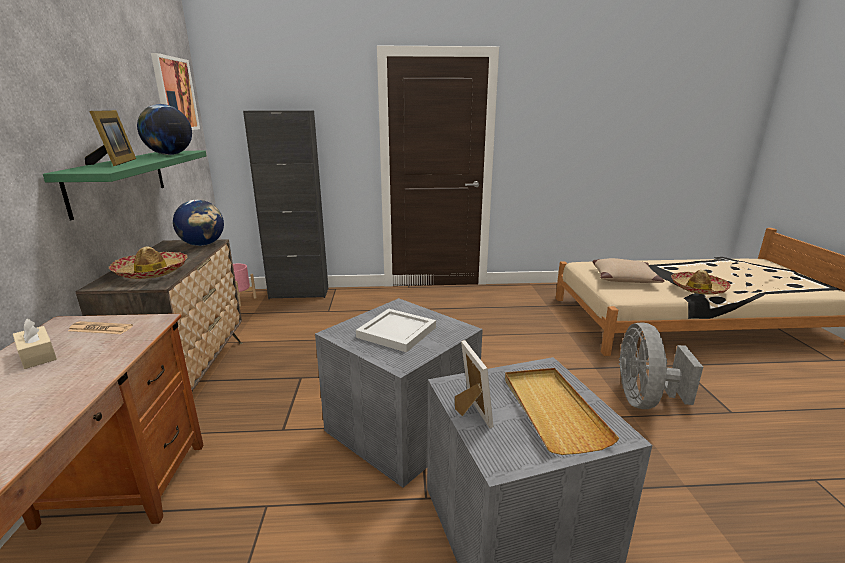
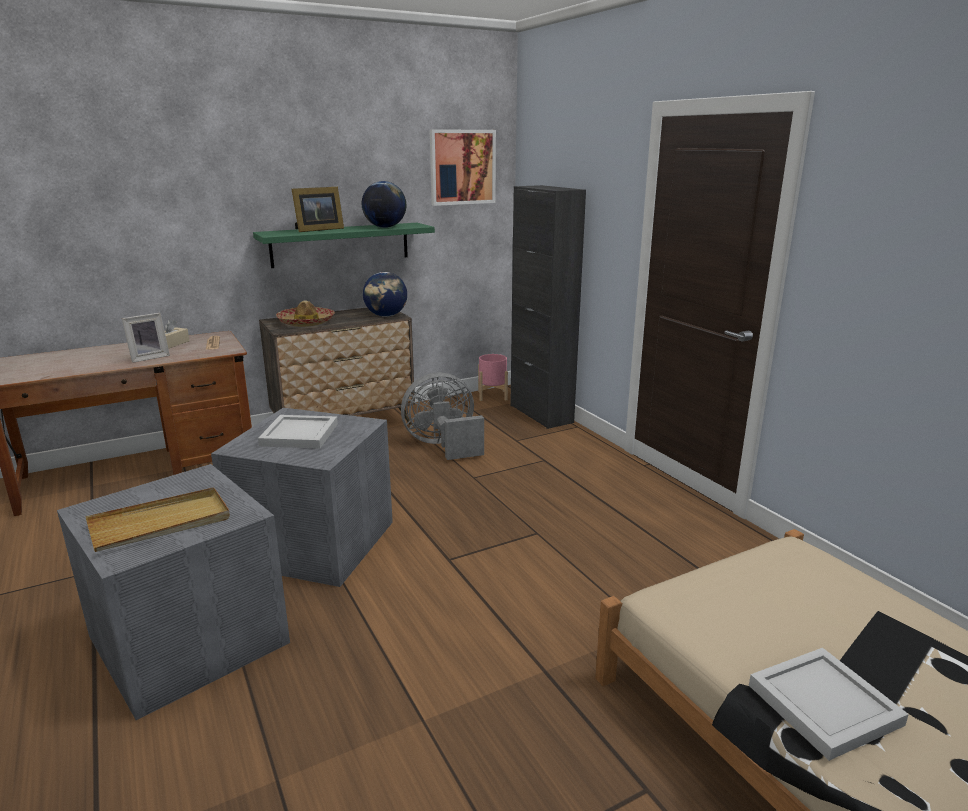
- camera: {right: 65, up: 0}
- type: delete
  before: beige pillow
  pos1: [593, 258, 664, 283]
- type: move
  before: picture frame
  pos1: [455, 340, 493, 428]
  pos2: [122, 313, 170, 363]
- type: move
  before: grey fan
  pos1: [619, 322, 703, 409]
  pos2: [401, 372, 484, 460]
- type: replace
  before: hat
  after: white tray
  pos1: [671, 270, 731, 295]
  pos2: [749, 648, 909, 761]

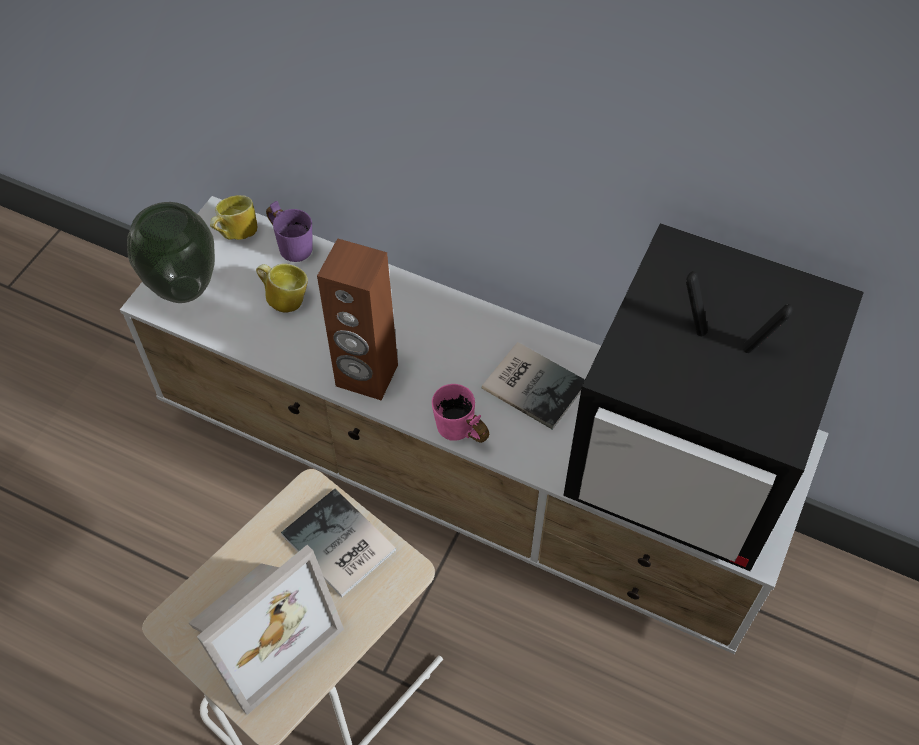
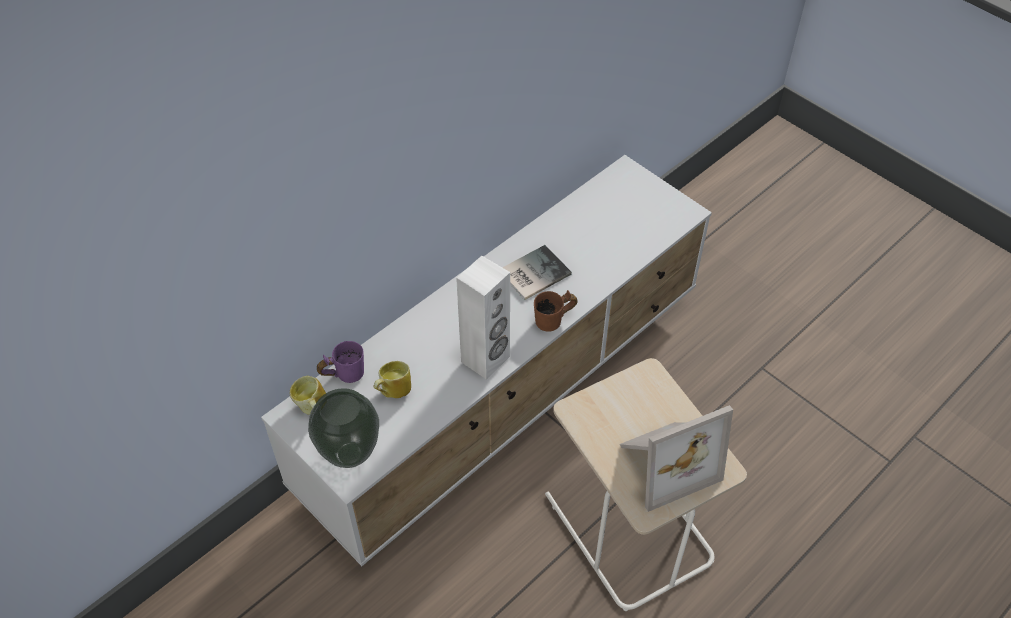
- camera: {right: -70, up: -5}
- type: delete
  before: book
  pos1: [281, 488, 397, 597]
- type: delete
  before: television
  pos1: [563, 223, 864, 571]
- type: recolor
  before: brown speaker
  after: white speaker
  pos1: [317, 238, 398, 400]
  pos2: [456, 256, 510, 380]
- type: recolor
  before: pink mug
  after: brown mug
  pos1: [432, 384, 489, 443]
  pos2: [534, 290, 577, 332]
- type: rotate
  before: picture frame
  pos1: [189, 545, 344, 715]
  pos2: [619, 405, 733, 512]
  turn: 90

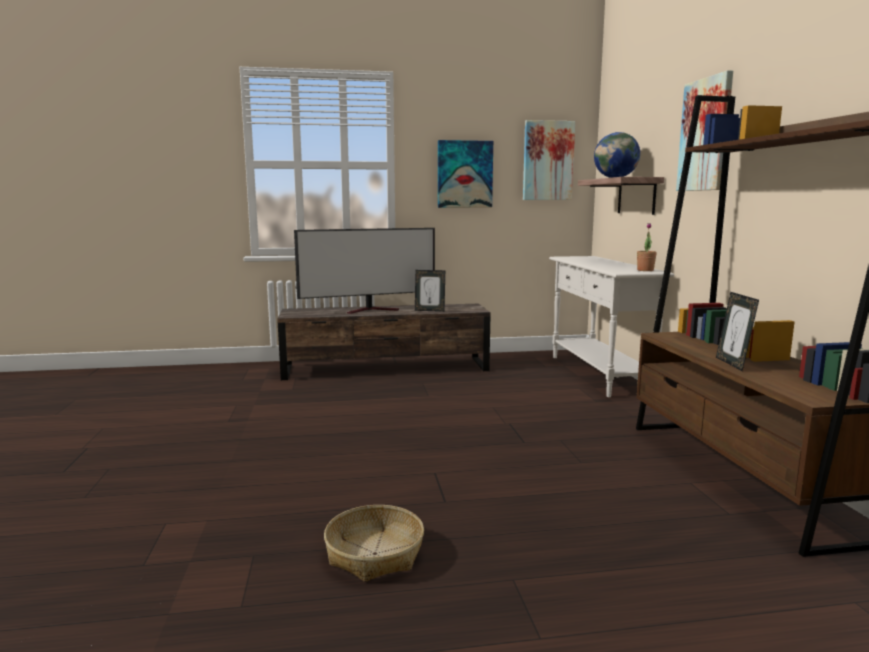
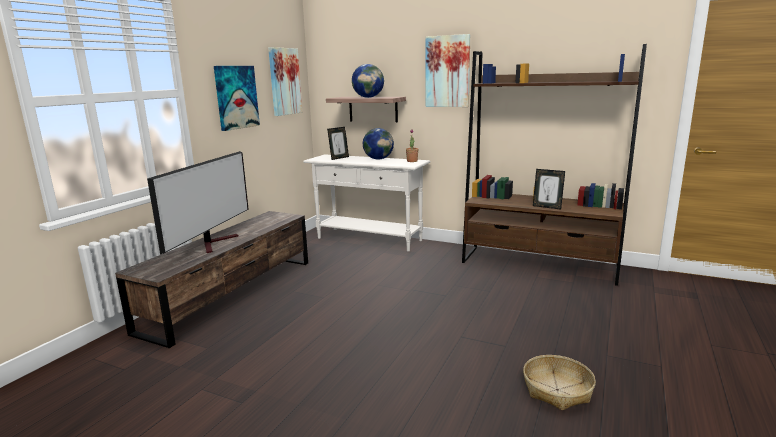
- camera: {right: -55, up: 5}
- type: insert
  after: globe
  pos2: [363, 128, 394, 159]
- type: move
  before: picture frame
  pos1: [415, 270, 445, 312]
  pos2: [327, 127, 349, 160]

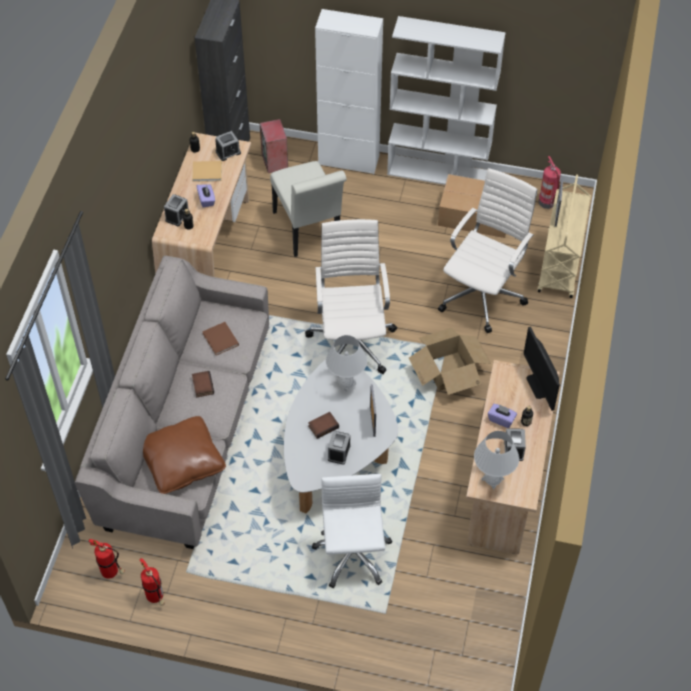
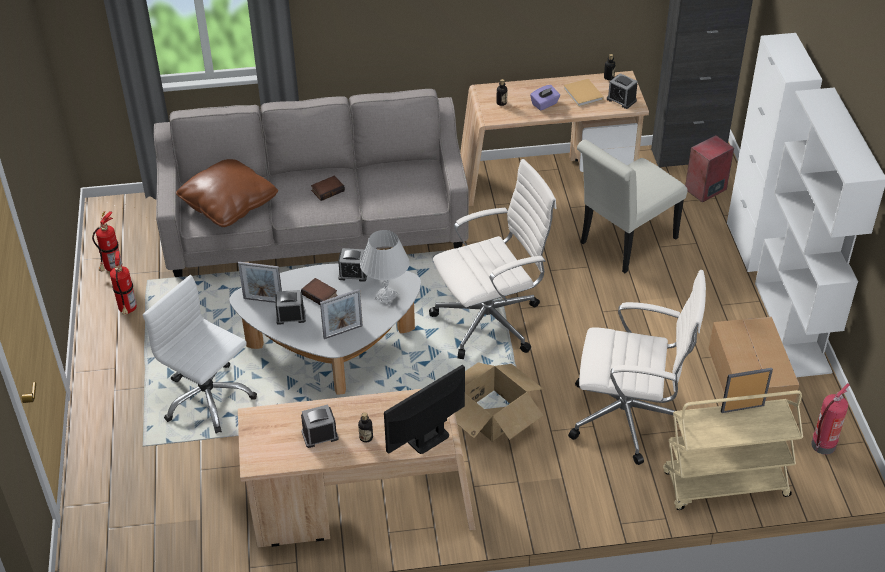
- camera: {right: 70, up: -10}
- type: delete
  before: brown book
  pos1: [202, 322, 239, 355]
- type: delete
  before: white table lamp
  pos1: [474, 431, 519, 489]
- type: delete
  before: purple tissue box
  pos1: [488, 404, 517, 428]
- type: insert
  after: picture frame
  pos2: [238, 262, 282, 303]
- type: move
  before: fire extinguisher
  pos1: [88, 539, 125, 579]
  pos2: [110, 251, 137, 315]
- type: move
  before: alarm clock
  pos1: [164, 194, 189, 226]
  pos2: [338, 248, 367, 282]
- type: rotate
  before: white office chair
  pos1: [312, 474, 392, 588]
  pos2: [143, 275, 257, 434]
  turn: -120

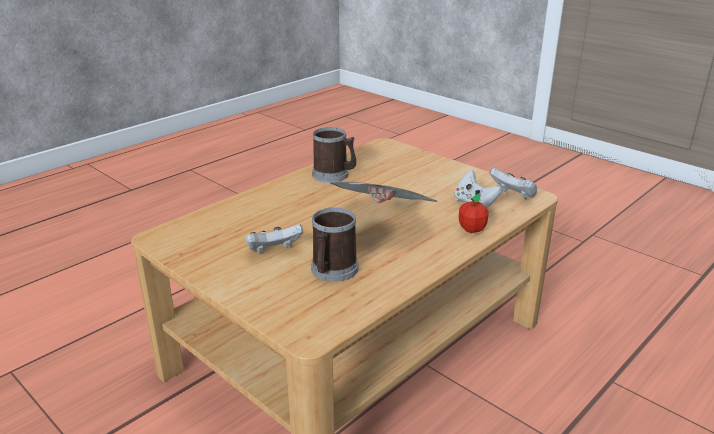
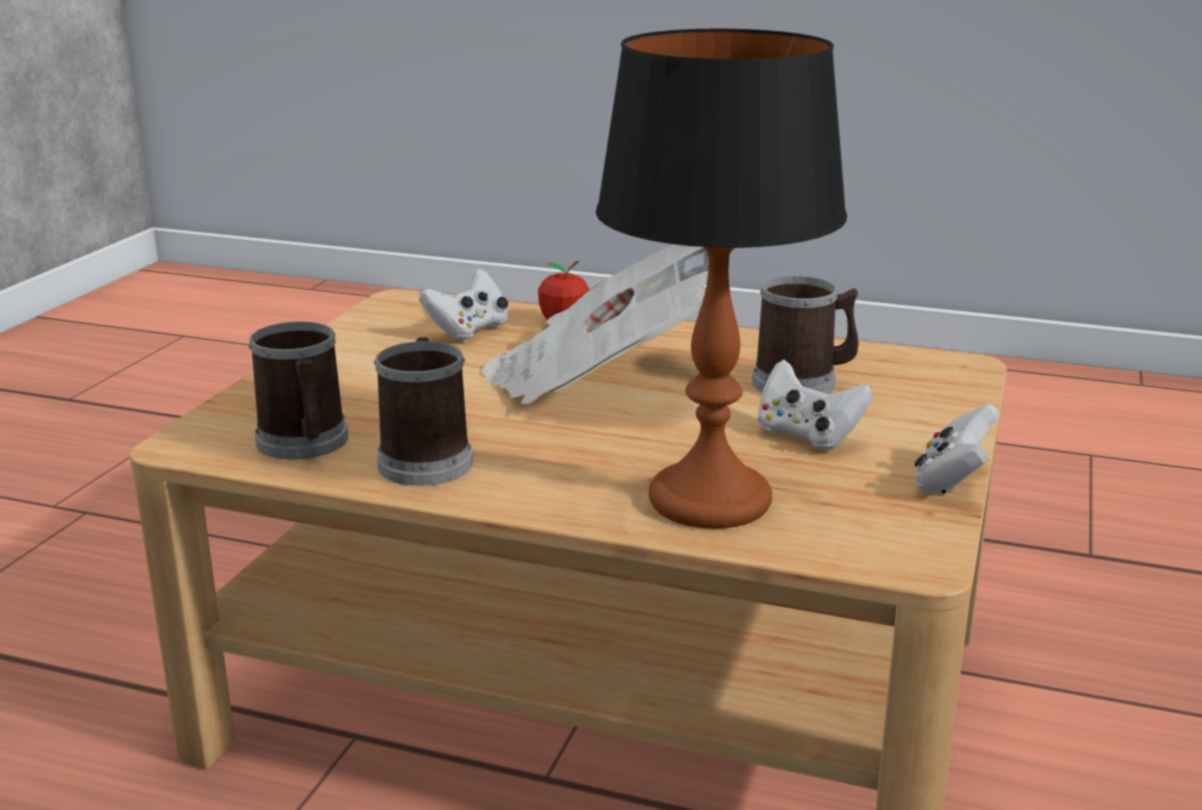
- camera: {right: -115, up: -5}
- type: insert
  after: mug
  pos2: [248, 322, 348, 460]
- type: insert
  after: table lamp
  pos2: [596, 29, 847, 529]
- type: move
  before: white game controller
  pos1: [490, 168, 537, 199]
  pos2: [915, 404, 999, 494]

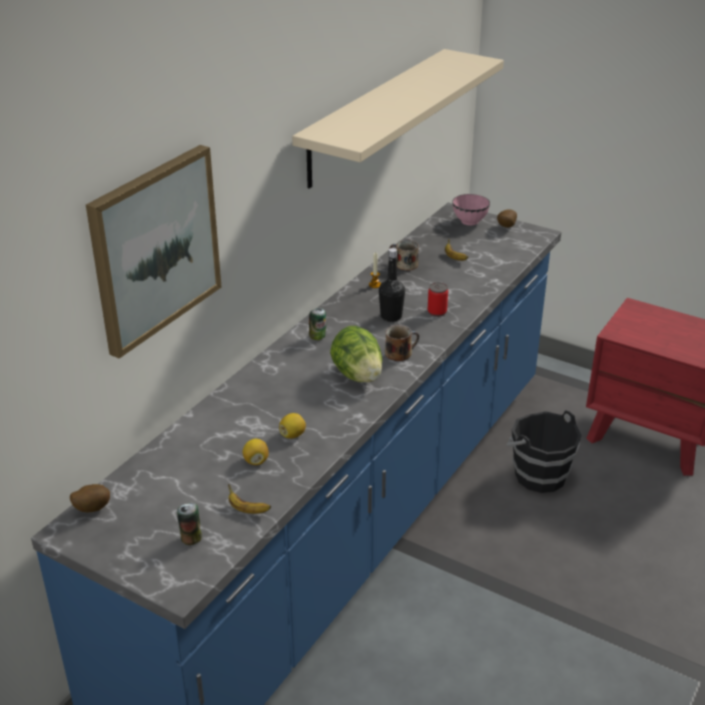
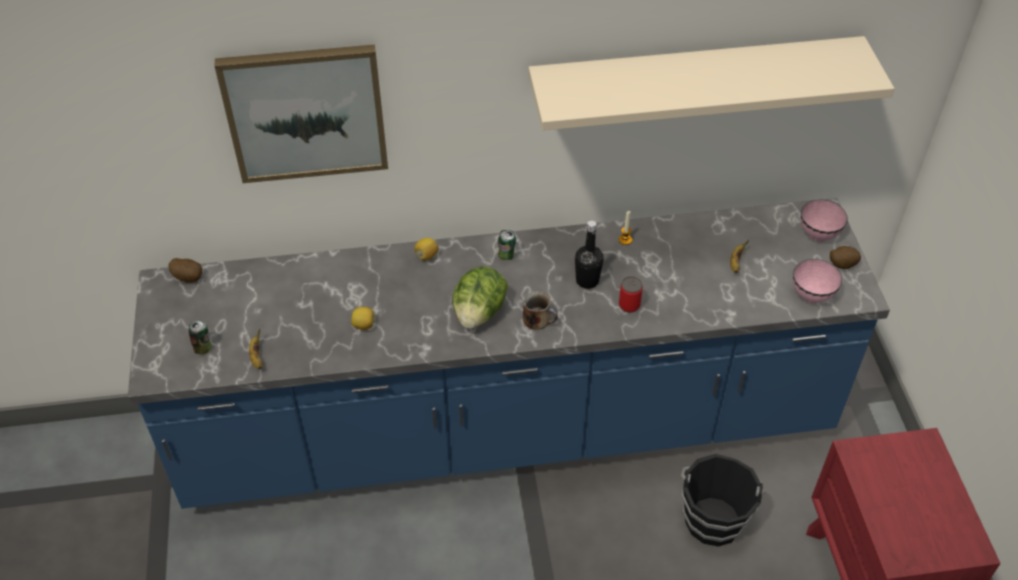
- camera: {right: 50, up: 15}
- type: delete
  before: mug
  pos1: [389, 239, 419, 271]
- type: insert
  after: pink bowl
  pos2: [793, 259, 842, 303]
- type: move
  before: lemon
  pos1: [243, 439, 269, 465]
  pos2: [414, 238, 438, 260]

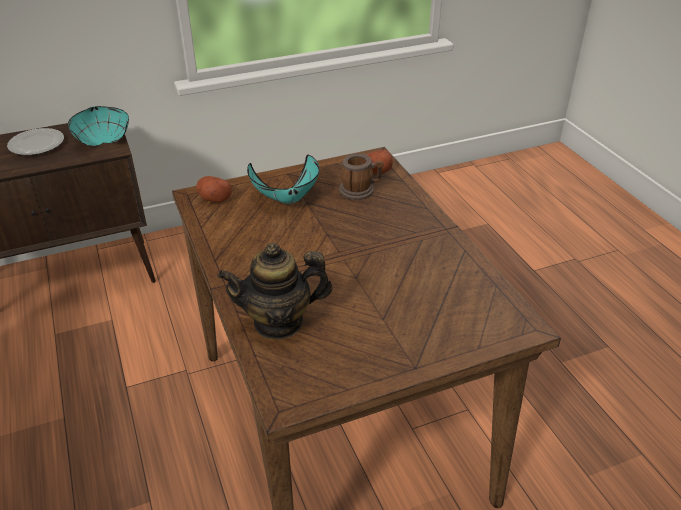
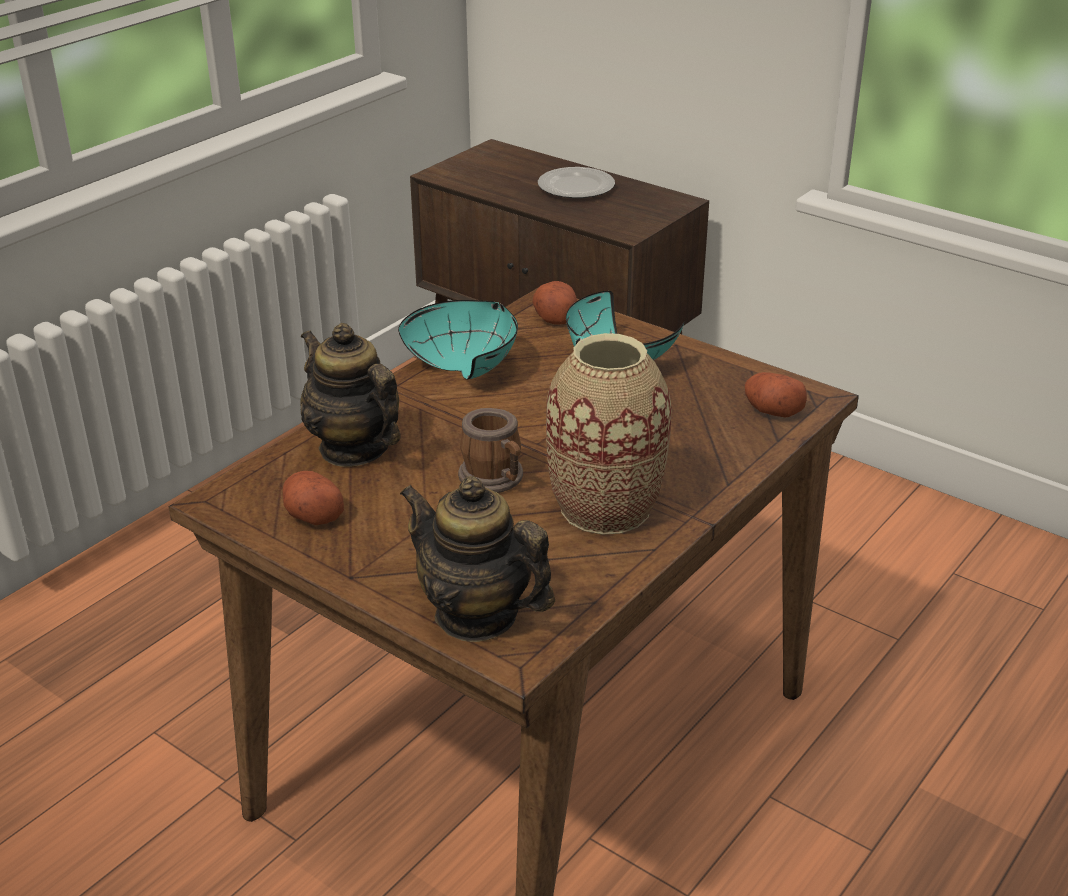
- camera: {right: 60, up: -5}
- type: insert
  after: potato
  pos2: [283, 471, 344, 525]
- type: insert
  after: teapot
  pos2: [400, 476, 555, 642]
- type: insert
  after: vase
  pos2: [546, 333, 672, 535]
- type: move
  before: turquoise bowl
  pos1: [68, 106, 129, 146]
  pos2: [398, 300, 518, 380]
- type: move
  before: mug
  pos1: [339, 153, 384, 200]
  pos2: [458, 408, 523, 493]

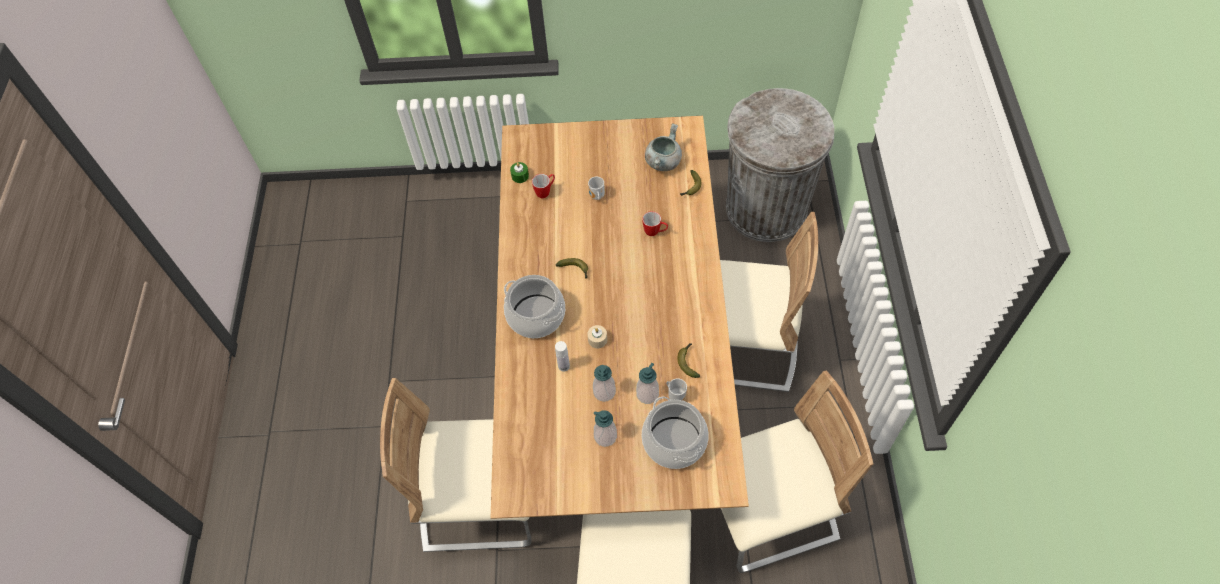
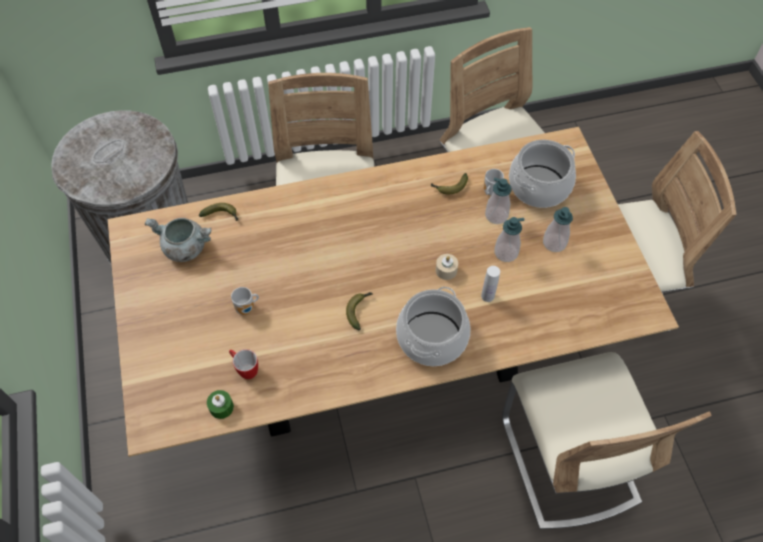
- camera: {right: -105, up: 0}
- type: delete
  before: mug
  pos1: [642, 211, 668, 236]

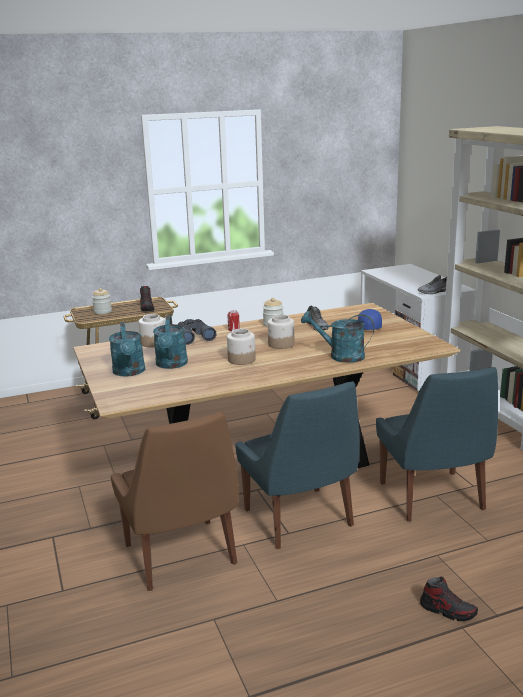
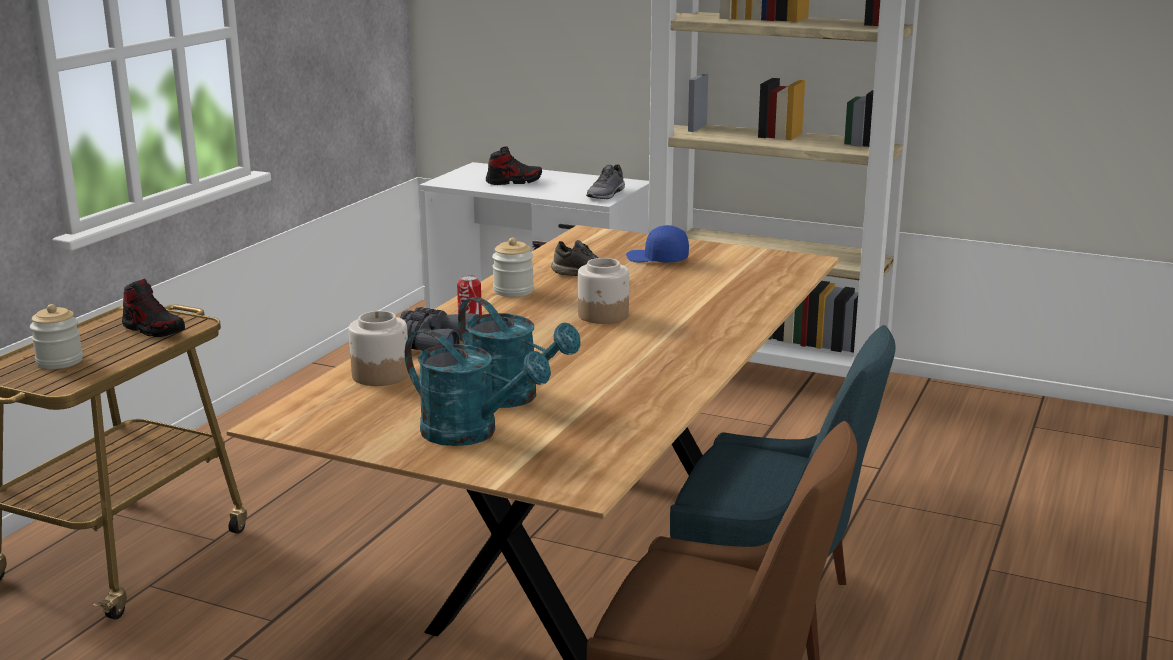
- camera: {right: -45, up: 0}
- type: delete
  before: jar
  pos1: [227, 329, 256, 365]
- type: delete
  before: turquoise watering can
  pos1: [301, 311, 374, 363]
- type: delete
  before: blue chair
  pos1: [376, 367, 498, 521]
- type: move
  before: shoe
  pos1: [420, 577, 478, 621]
  pos2: [486, 146, 542, 185]

